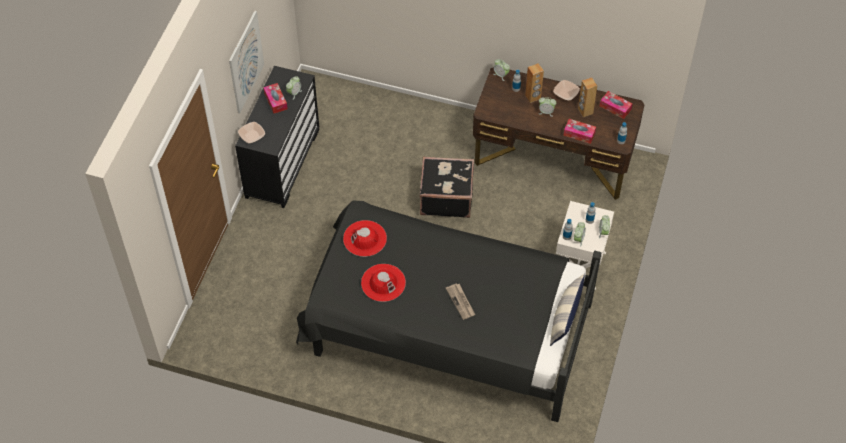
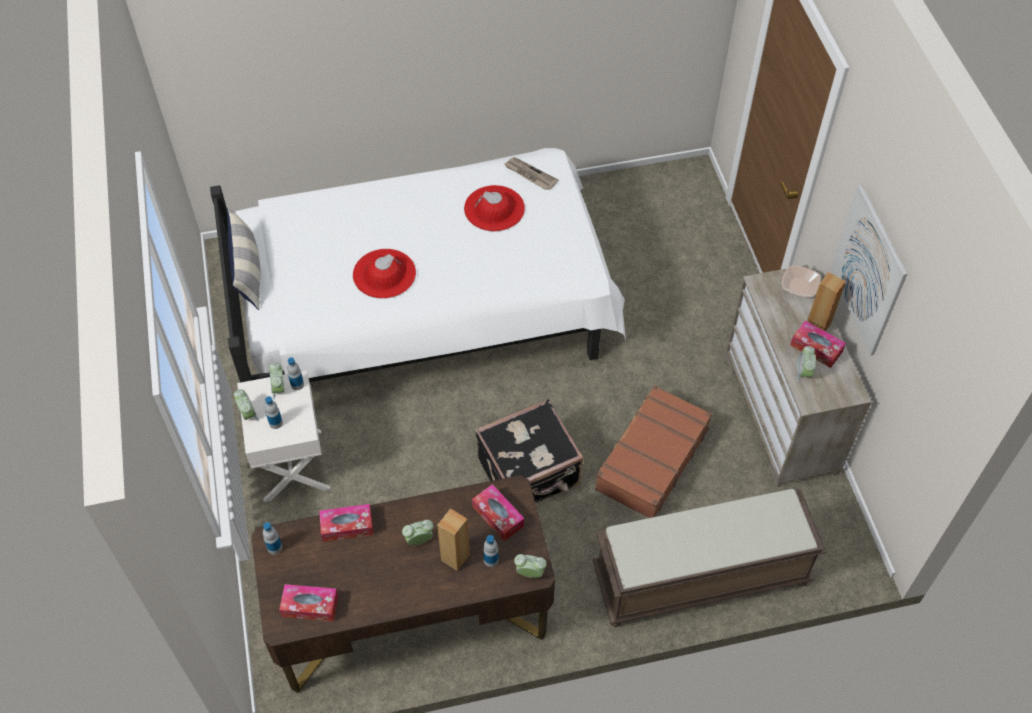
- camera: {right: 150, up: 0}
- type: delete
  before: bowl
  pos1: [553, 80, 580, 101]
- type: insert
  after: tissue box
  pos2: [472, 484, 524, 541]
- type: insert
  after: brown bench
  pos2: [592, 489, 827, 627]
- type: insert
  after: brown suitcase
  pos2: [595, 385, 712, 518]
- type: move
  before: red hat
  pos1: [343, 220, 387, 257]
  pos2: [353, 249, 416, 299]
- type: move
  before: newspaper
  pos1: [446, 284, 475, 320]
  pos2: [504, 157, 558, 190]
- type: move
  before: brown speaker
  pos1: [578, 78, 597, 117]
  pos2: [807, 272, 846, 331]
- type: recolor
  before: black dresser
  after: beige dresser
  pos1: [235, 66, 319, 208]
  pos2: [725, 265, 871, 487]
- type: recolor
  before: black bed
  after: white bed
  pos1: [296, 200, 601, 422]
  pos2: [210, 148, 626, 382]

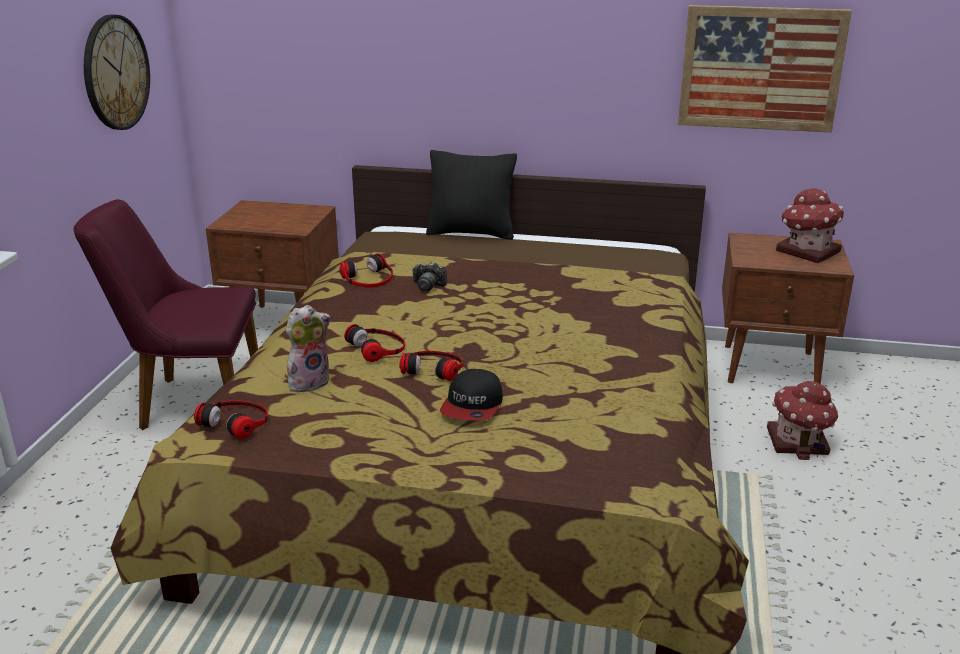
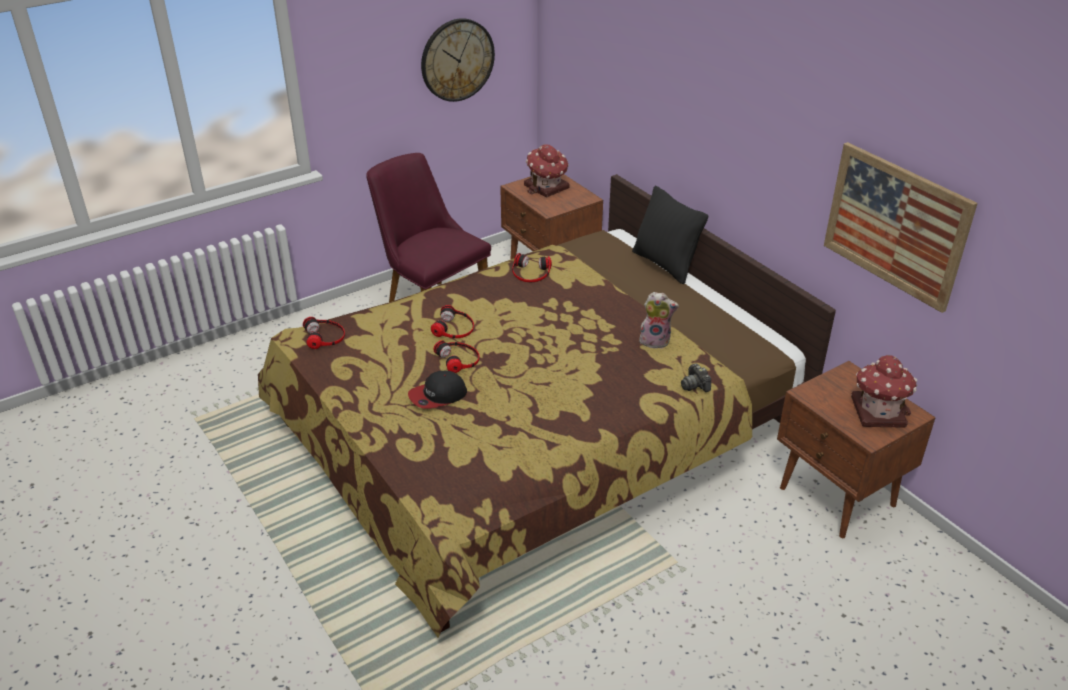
- camera: {right: 45, up: 10}
- type: move
  before: plush toy
  pos1: [286, 305, 331, 393]
  pos2: [639, 292, 679, 349]
- type: move
  before: photo camera
  pos1: [412, 262, 447, 291]
  pos2: [681, 363, 711, 392]
- type: move
  before: toy house
  pos1: [767, 381, 838, 460]
  pos2: [524, 144, 570, 198]

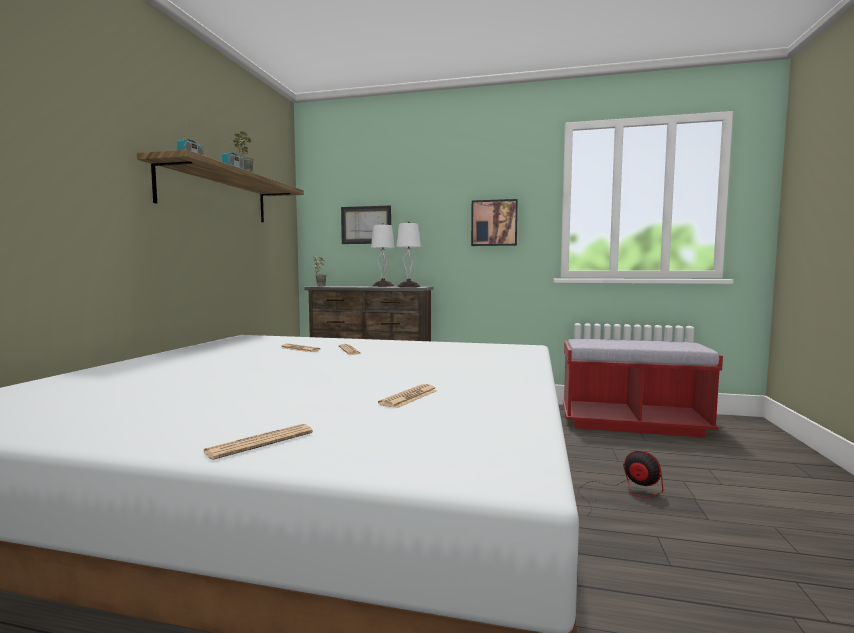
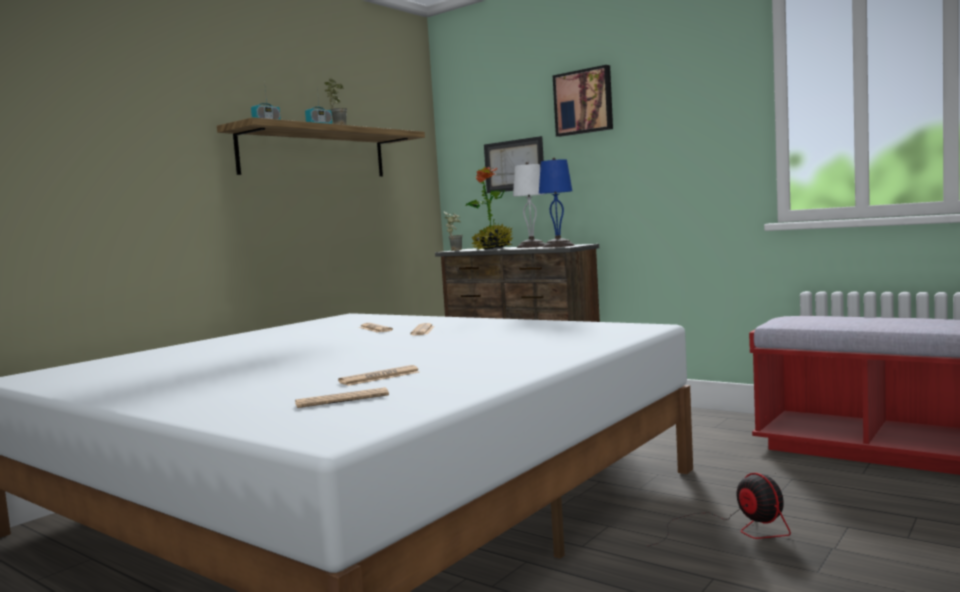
- camera: {right: 25, up: 0}
- type: insert
  after: potted plant
  pos2: [466, 167, 513, 249]
- type: move
  before: newspaper
  pos1: [203, 424, 313, 460]
  pos2: [295, 387, 389, 408]
- type: move
  before: picture
  pos1: [471, 199, 518, 246]
  pos2: [553, 65, 613, 137]
- type: recolor
  before: white table lamp
  after: blue table lamp
  pos1: [396, 221, 421, 287]
  pos2: [539, 158, 574, 248]

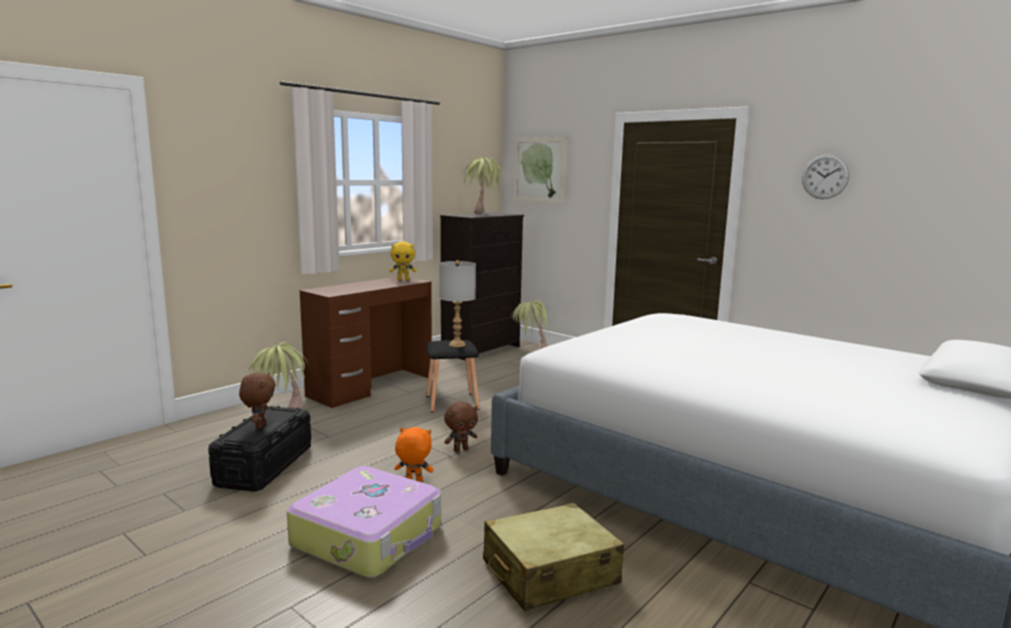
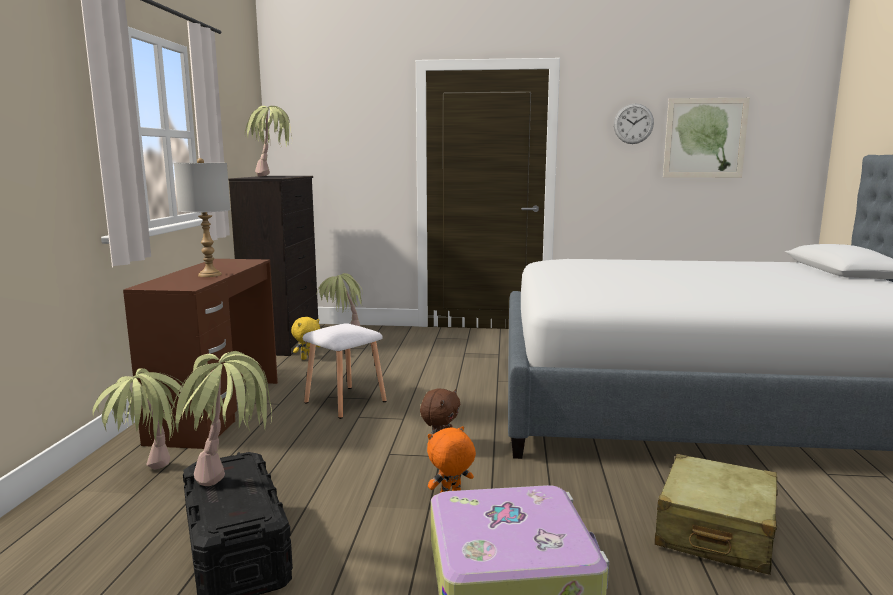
- camera: {right: -35, up: 0}
- type: move
  before: yellow plush toy
  pos1: [389, 241, 417, 280]
  pos2: [291, 317, 320, 360]
- type: move
  before: grey table lamp
  pos1: [439, 260, 476, 347]
  pos2: [174, 158, 230, 277]
- type: move
  before: picture
  pos1: [514, 137, 567, 204]
  pos2: [663, 98, 750, 178]
- type: replace
  before: brown plush toy
  after: potted plant
  pos1: [239, 372, 276, 429]
  pos2: [170, 351, 272, 486]
- type: recolor
  before: black stool
  after: white stool
  pos1: [426, 340, 480, 412]
  pos2: [303, 323, 387, 419]

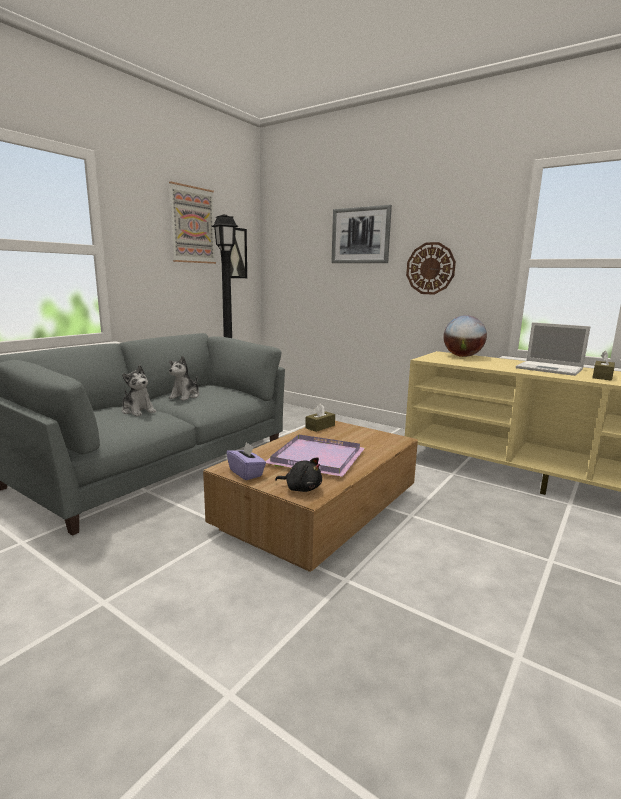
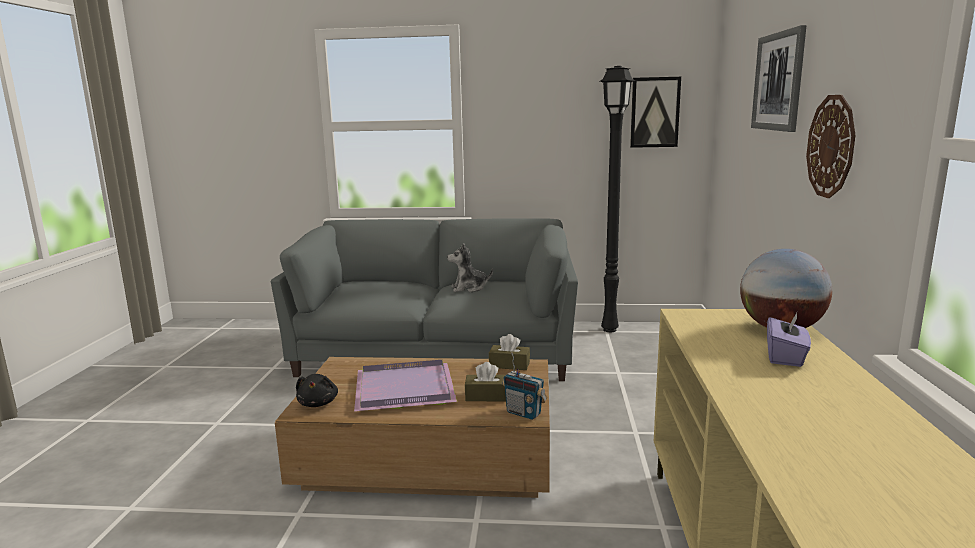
- camera: {right: 60, up: 0}
- type: delete
  before: plush toy
  pos1: [122, 365, 156, 416]
- type: delete
  before: picture
  pos1: [169, 182, 216, 264]
- type: delete
  before: laptop
  pos1: [516, 322, 590, 376]
- type: insert
  after: radio
  pos2: [503, 352, 547, 420]
- type: move
  before: purple tissue box
  pos1: [226, 442, 266, 480]
  pos2: [767, 313, 811, 367]
- type: move
  before: brown tissue box
  pos1: [592, 351, 615, 381]
  pos2: [465, 362, 506, 401]

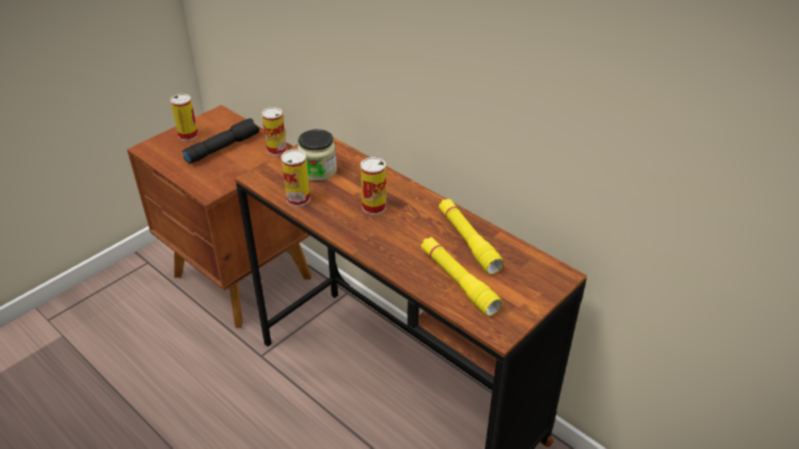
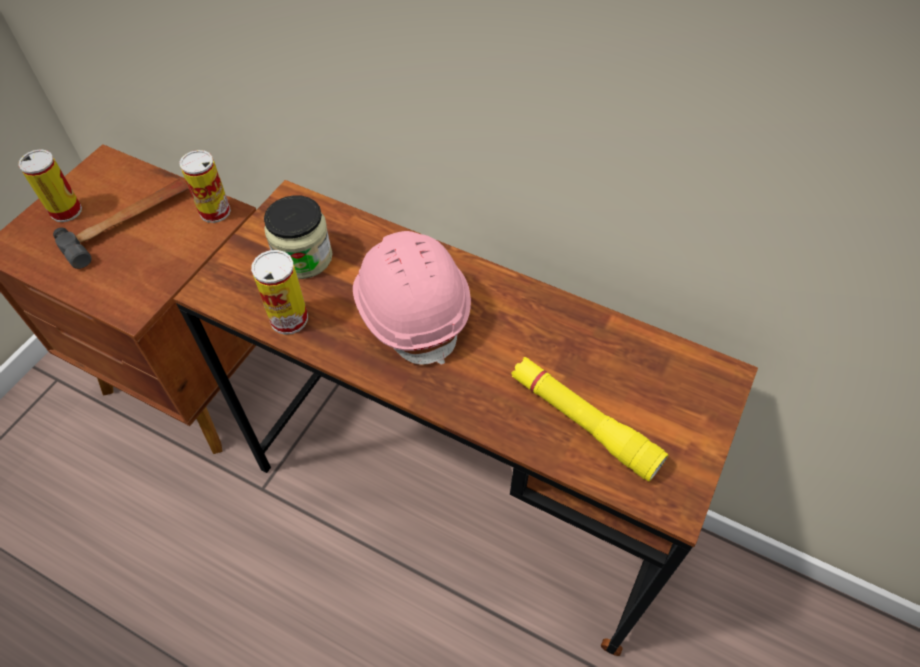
- camera: {right: -15, up: 15}
- type: delete
  before: yellow flashlight
  pos1: [439, 199, 504, 275]
- type: replace
  before: black flashlight
  after: hammer
  pos1: [182, 118, 259, 164]
  pos2: [53, 179, 188, 269]
- type: replace
  before: can
  after: pink hard hat
  pos1: [360, 157, 386, 215]
  pos2: [353, 231, 471, 365]

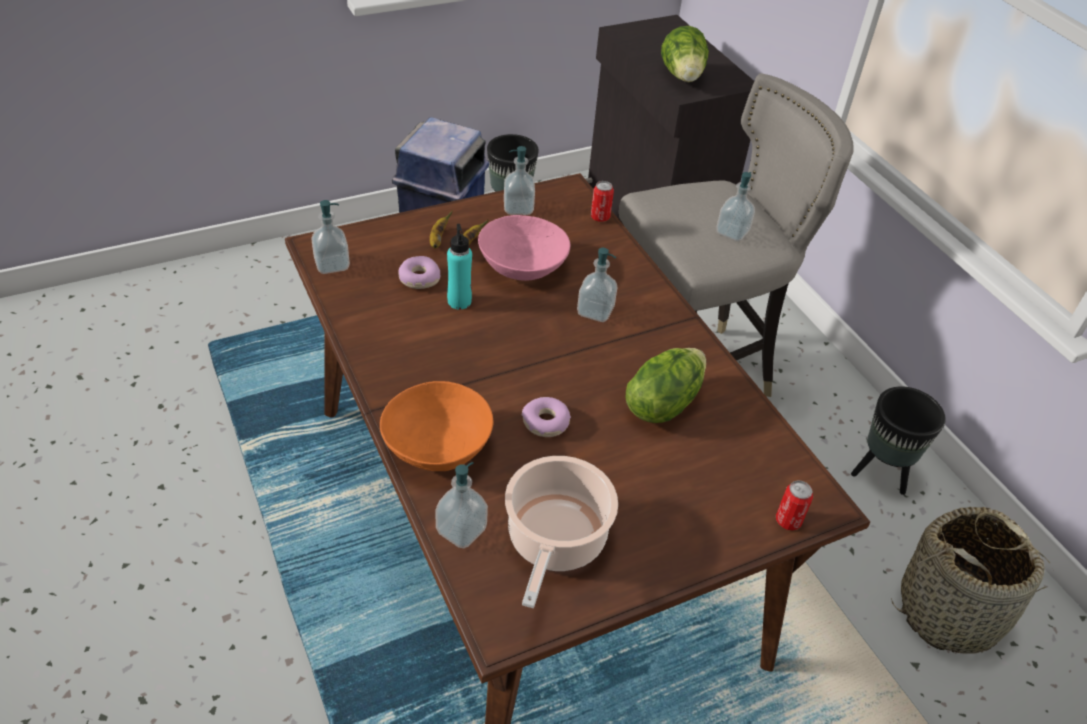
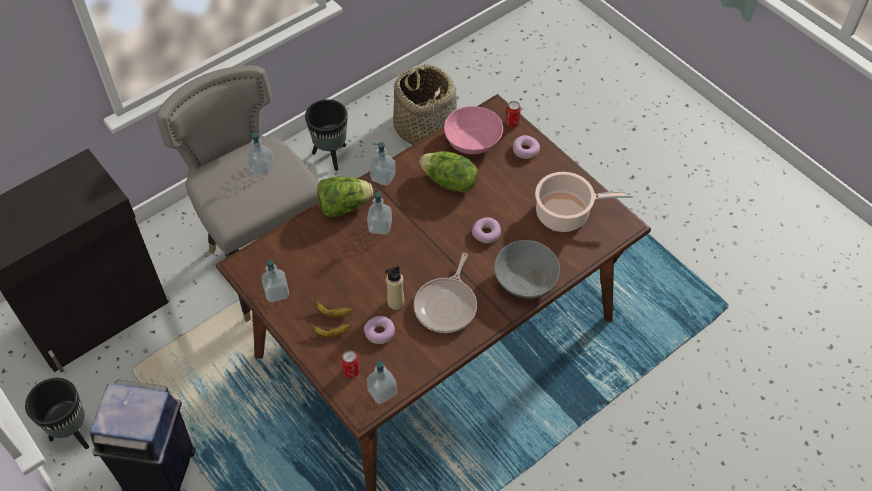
- camera: {right: -100, up: 10}
- type: insert
  after: frying pan
  pos2: [414, 253, 477, 333]
- type: insert
  after: donut
  pos2: [513, 135, 540, 159]
- type: move
  before: soap dispenser
  pos1: [435, 462, 488, 548]
  pos2: [370, 142, 396, 186]
- type: move
  before: pink bowl
  pos1: [478, 215, 570, 281]
  pos2: [444, 106, 503, 154]
- type: move
  before: can
  pos1: [591, 181, 614, 222]
  pos2: [341, 350, 359, 378]
- type: move
  before: lettuce
  pos1: [661, 26, 709, 82]
  pos2: [317, 176, 373, 217]
- type: recolor
  before: orange bowl
  after: grey bowl
  pos1: [380, 381, 494, 471]
  pos2: [494, 240, 560, 299]
- type: recolor
  before: turquoise bottle
  after: beige bottle
  pos1: [447, 224, 472, 310]
  pos2: [385, 265, 404, 310]

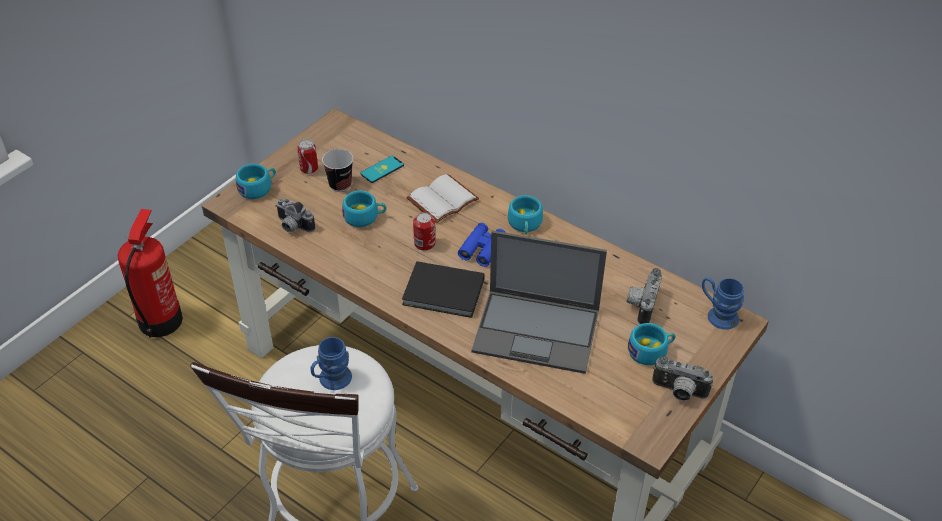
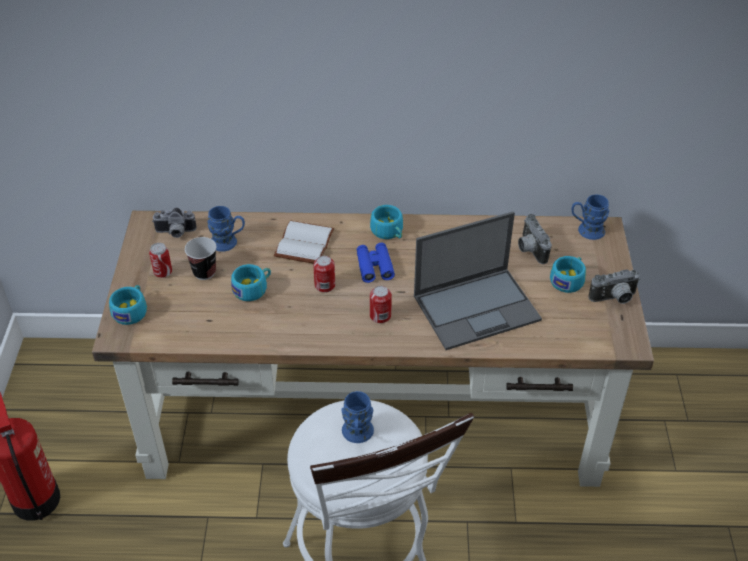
- camera: {right: -35, up: 0}
- type: move
  before: photo camera
  pos1: [275, 198, 315, 232]
  pos2: [152, 208, 197, 238]
- type: replace
  before: phone
  after: blue mug
  pos1: [360, 156, 404, 183]
  pos2: [207, 206, 245, 252]
- type: replace
  before: black book
  after: can
  pos1: [402, 261, 484, 318]
  pos2: [370, 286, 392, 323]

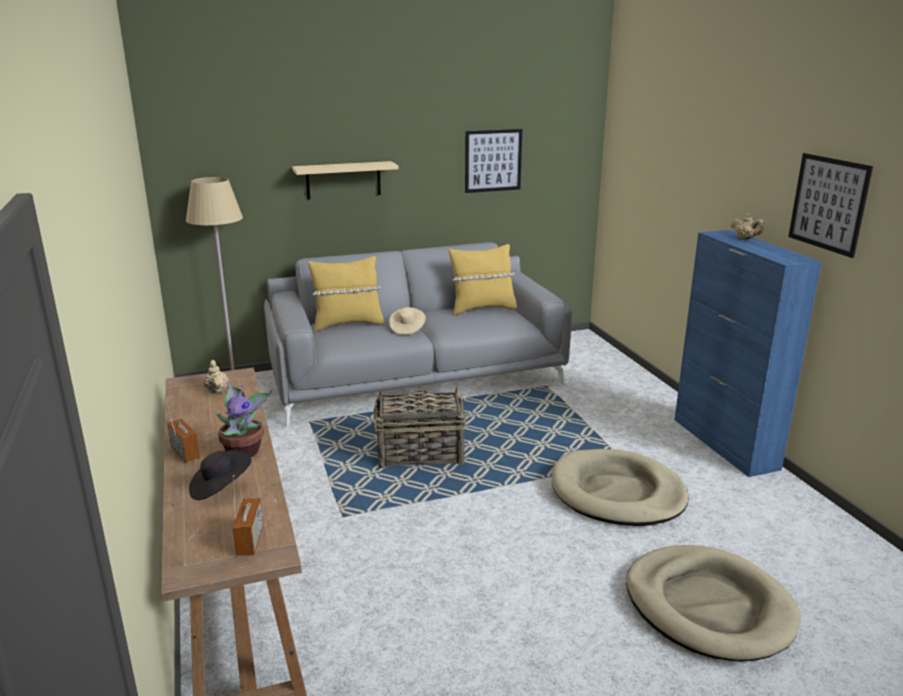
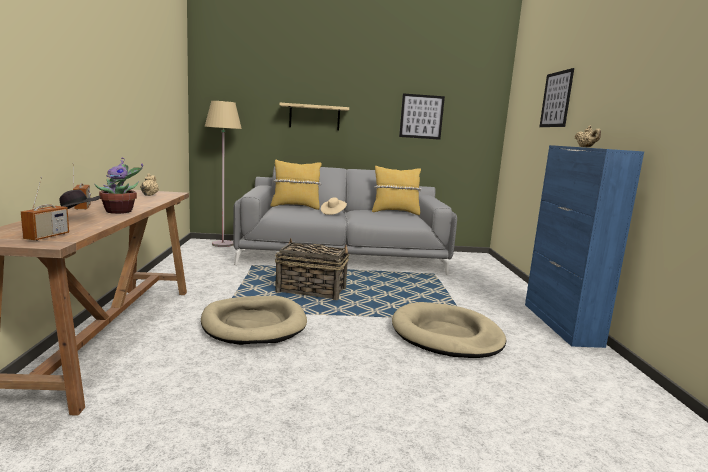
- camera: {right: 15, up: -10}
- type: move
  before: beige dog bed
  pos1: [626, 545, 801, 662]
  pos2: [201, 296, 307, 345]
- type: move
  before: picture
  pos1: [788, 153, 873, 258]
  pos2: [539, 68, 574, 127]

